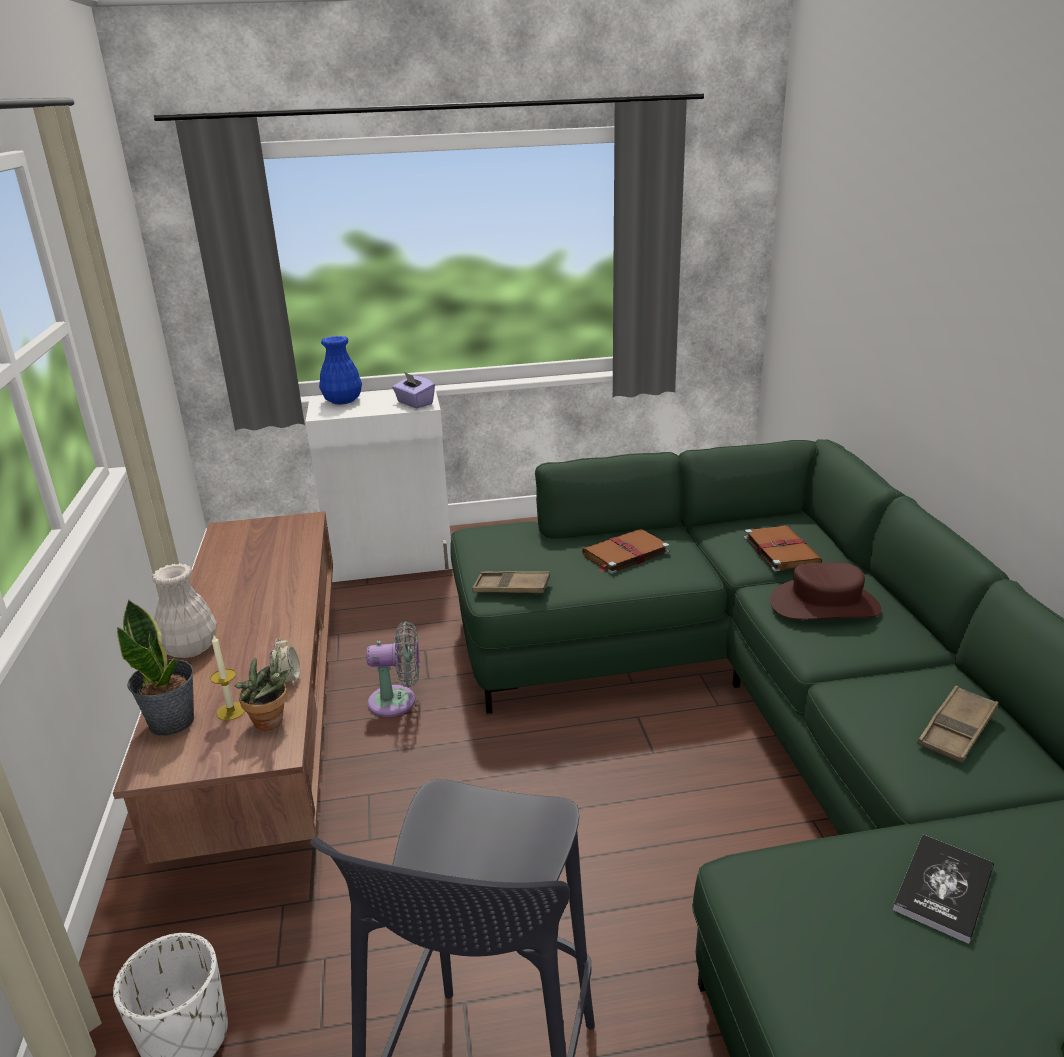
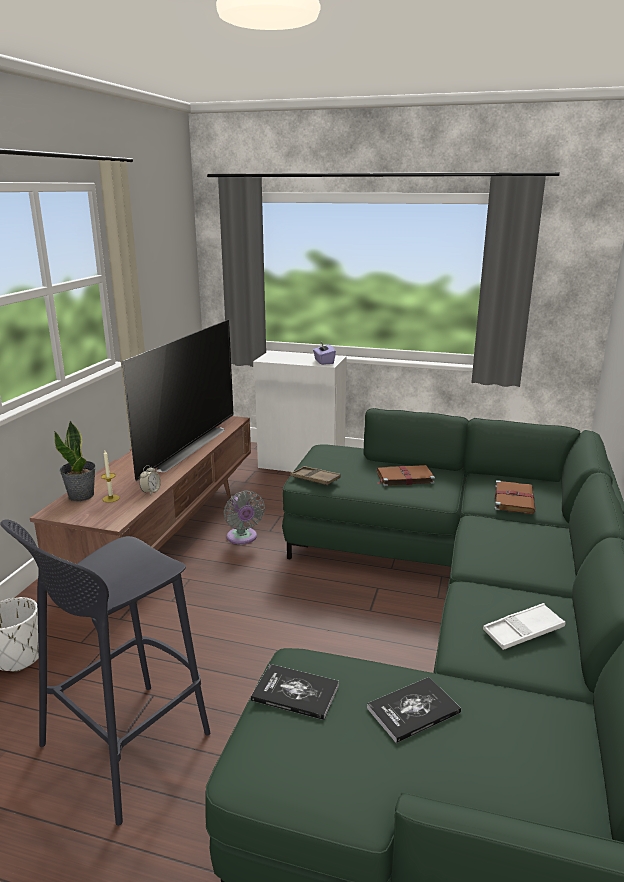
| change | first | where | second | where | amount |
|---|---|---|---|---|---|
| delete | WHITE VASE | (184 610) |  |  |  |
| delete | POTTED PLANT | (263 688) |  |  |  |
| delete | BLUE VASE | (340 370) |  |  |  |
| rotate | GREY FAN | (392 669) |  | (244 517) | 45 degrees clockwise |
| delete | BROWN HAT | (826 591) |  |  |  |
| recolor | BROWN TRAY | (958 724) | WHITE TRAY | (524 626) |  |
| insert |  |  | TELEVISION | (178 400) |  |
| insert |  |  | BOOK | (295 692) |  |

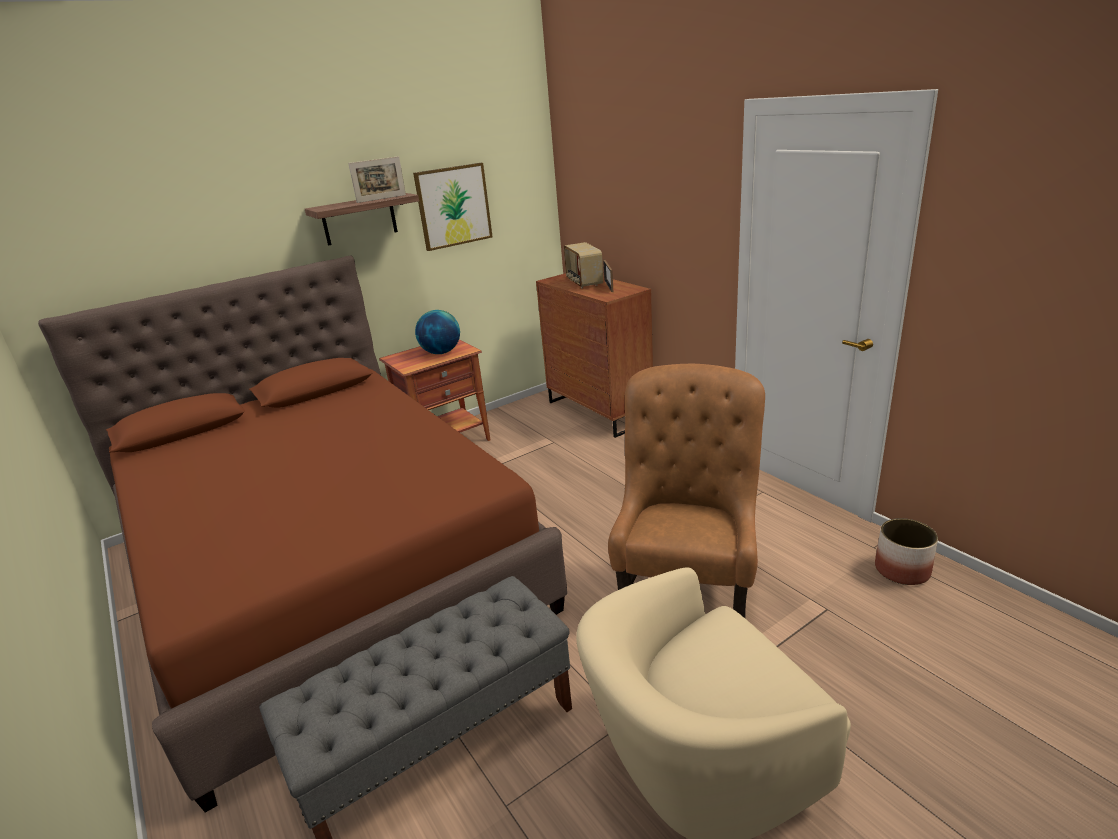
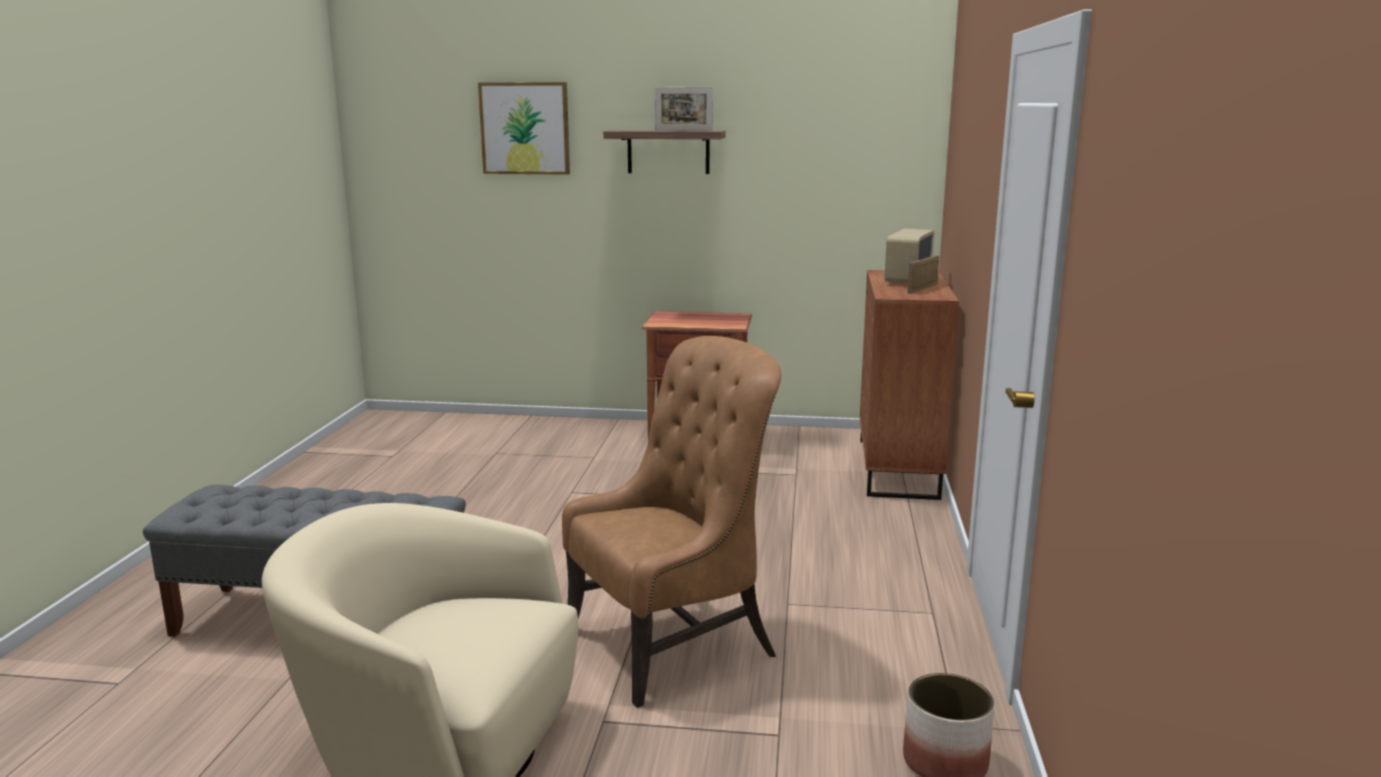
| change | first | where | second | where | amount |
|---|---|---|---|---|---|
| delete | BROWN BED | (302 534) |  |  |  |
| move | PICTURE | (453 207) |  | (524 128) |  |
| delete | GLOBE | (437 332) |  |  |  |

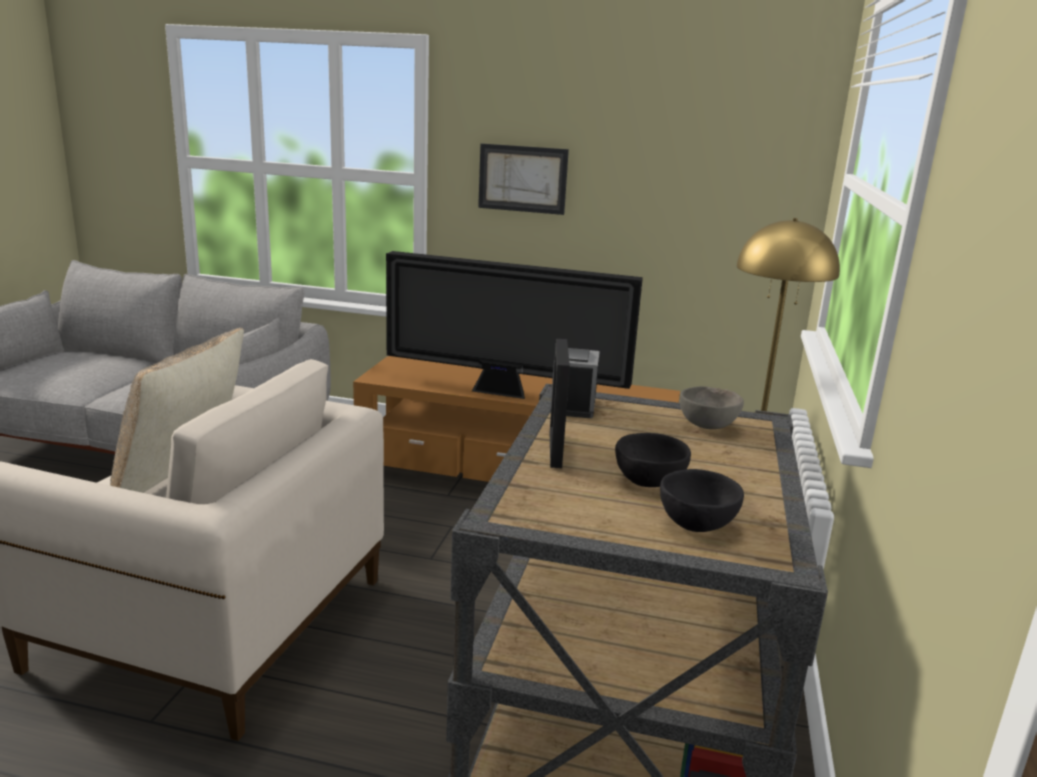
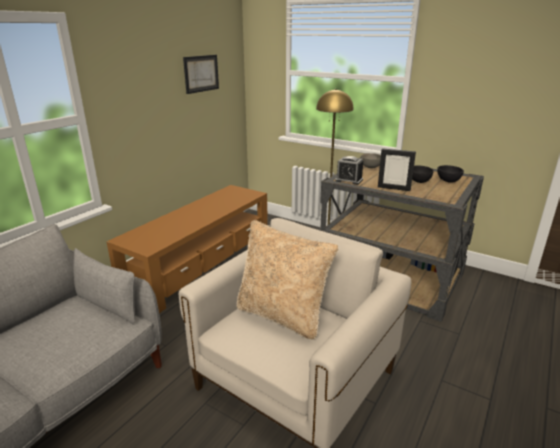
| change | first | where | second | where | amount |
|---|---|---|---|---|---|
| delete | TELEVISION | (514 325) |  |  |  |
| move | PICTURE | (523 179) |  | (201 74) |  |

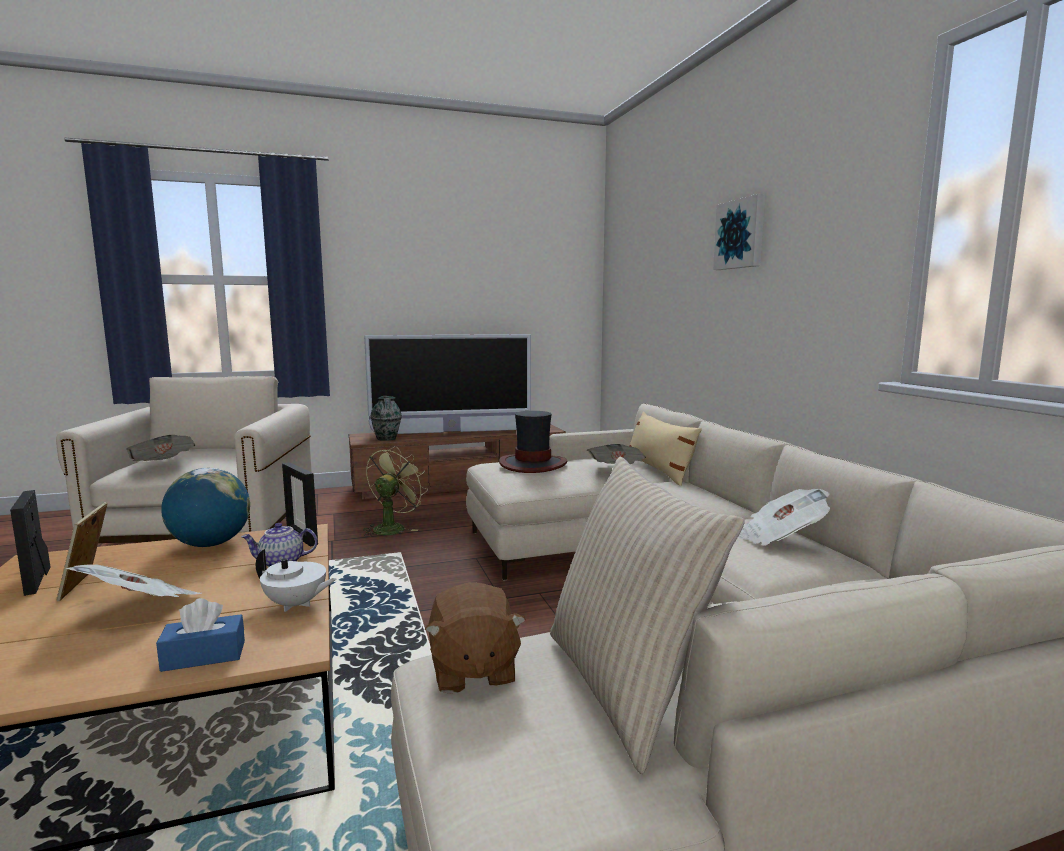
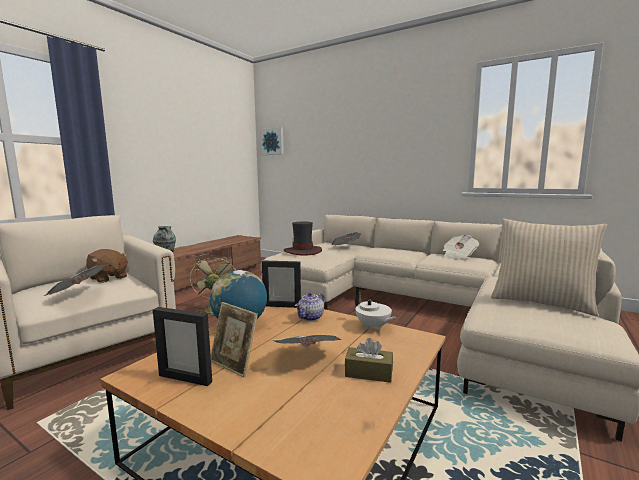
| change | first | where | second | where | amount |
|---|---|---|---|---|---|
| delete | BLUE TISSUE BOX | (200 635) |  |  |  |
| rotate | WHITE TEAPOT | (296 580) |  | (375 311) | 75 degrees clockwise |
| delete | TELEVISION | (447 384) |  |  |  |
| move | BROWN PLUSH TOY | (475 638) |  | (107 266) |  |
| delete | BEIGE PILLOW | (666 448) |  |  |  |
| move | PICTURE | (739 232) |  | (272 141) |  |
| insert |  |  | BROWN TISSUE BOX | (369 360) |  |

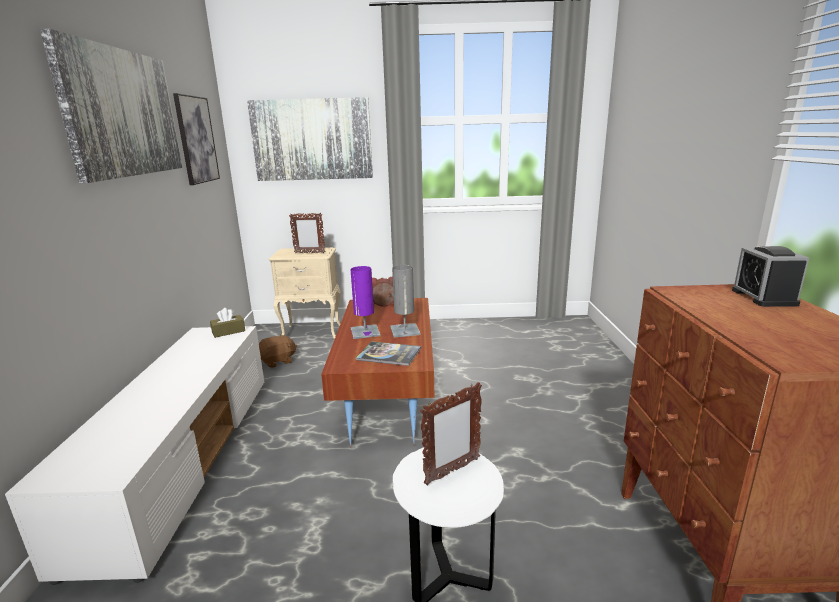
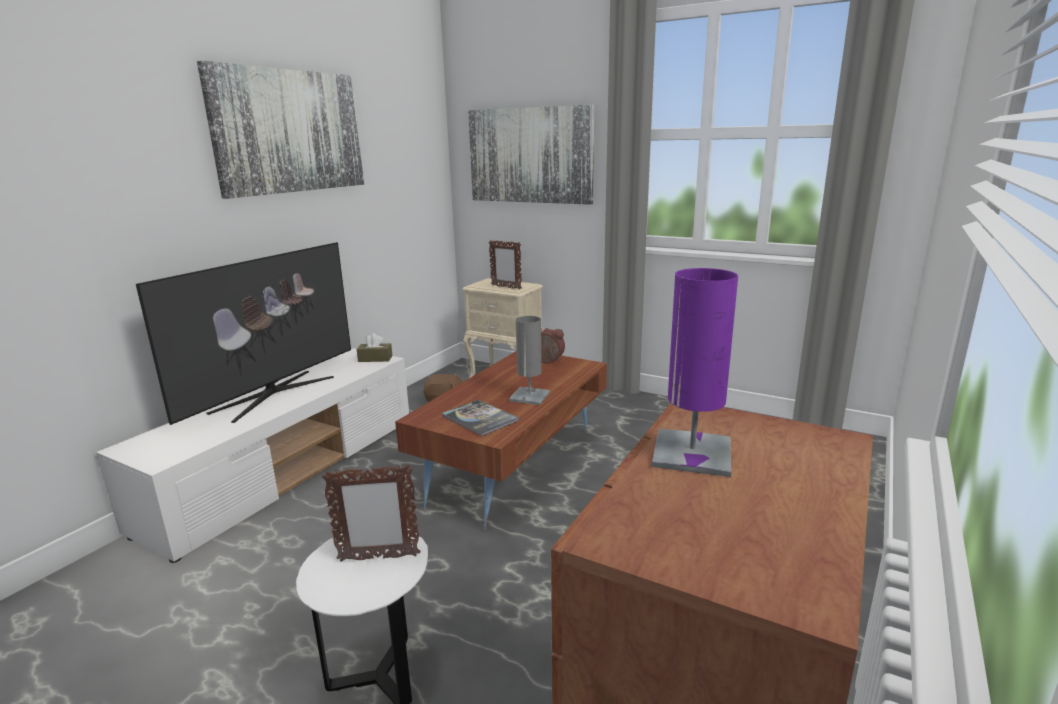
| change | first | where | second | where | amount |
|---|---|---|---|---|---|
| delete | PICTURE | (196 139) |  |  |  |
| move | PURPLE TABLE LAMP | (365 302) |  | (695 372) |  |
| delete | ALARM CLOCK | (770 276) |  |  |  |
| insert |  |  | TELEVISION | (243 333) |  |

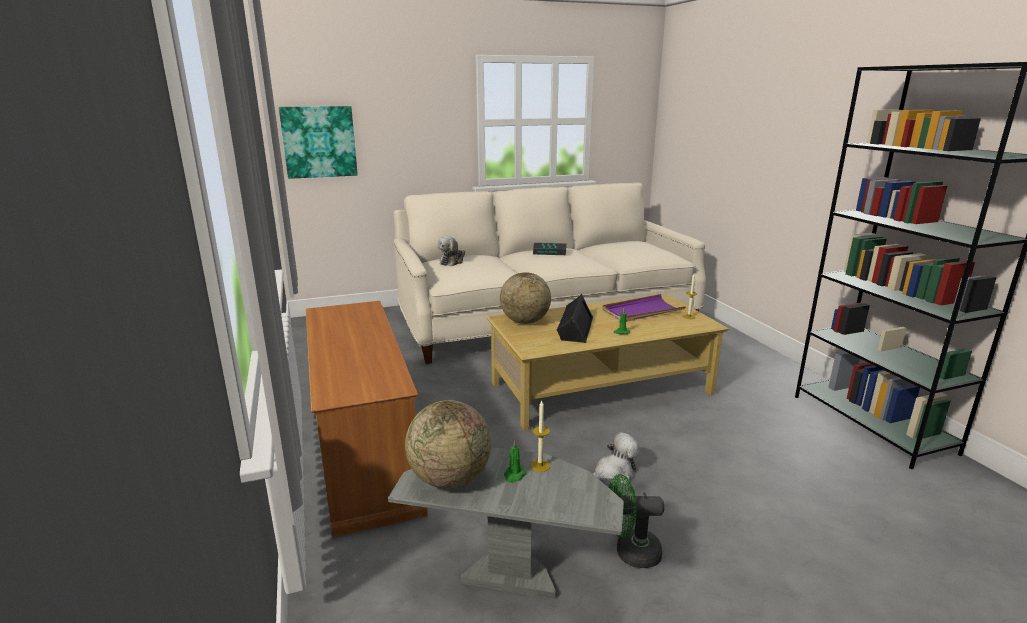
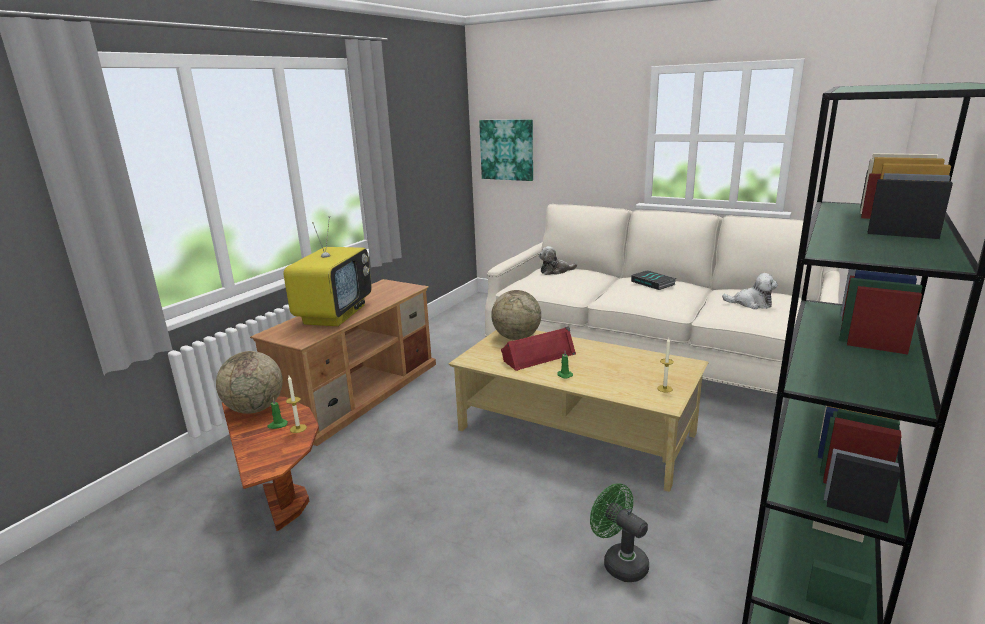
| change | first | where | second | where | amount |
|---|---|---|---|---|---|
| recolor | GREY SIDE TABLE | (506 523) | BROWN SIDE TABLE | (270 463) |  |
| recolor | BLACK SPEAKER | (575 318) | RED SPEAKER | (538 349) |  |
| move | PLUSH TOY | (615 458) |  | (750 291) |  |
| delete | PURPLE TRAY | (644 308) |  |  |  |
| move | GREEN FAN | (636 521) |  | (619 532) |  |
| insert |  |  | TELEVISION | (327 271) |  |

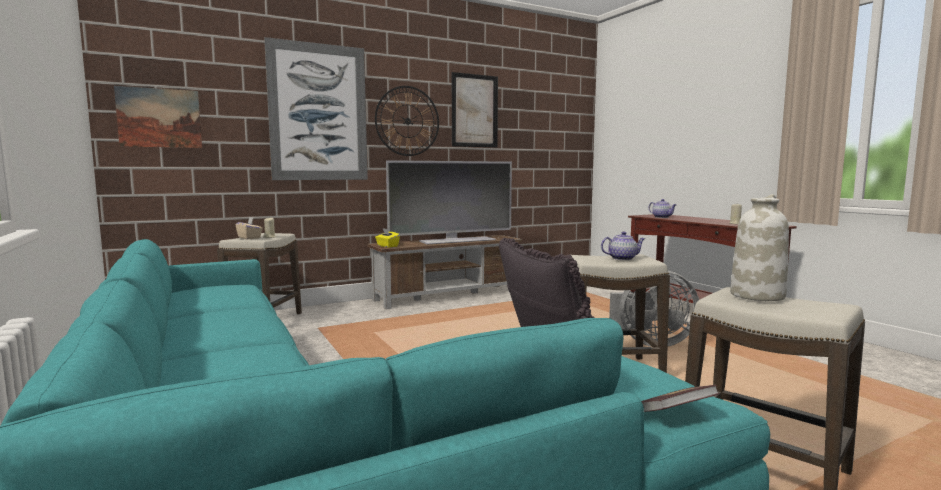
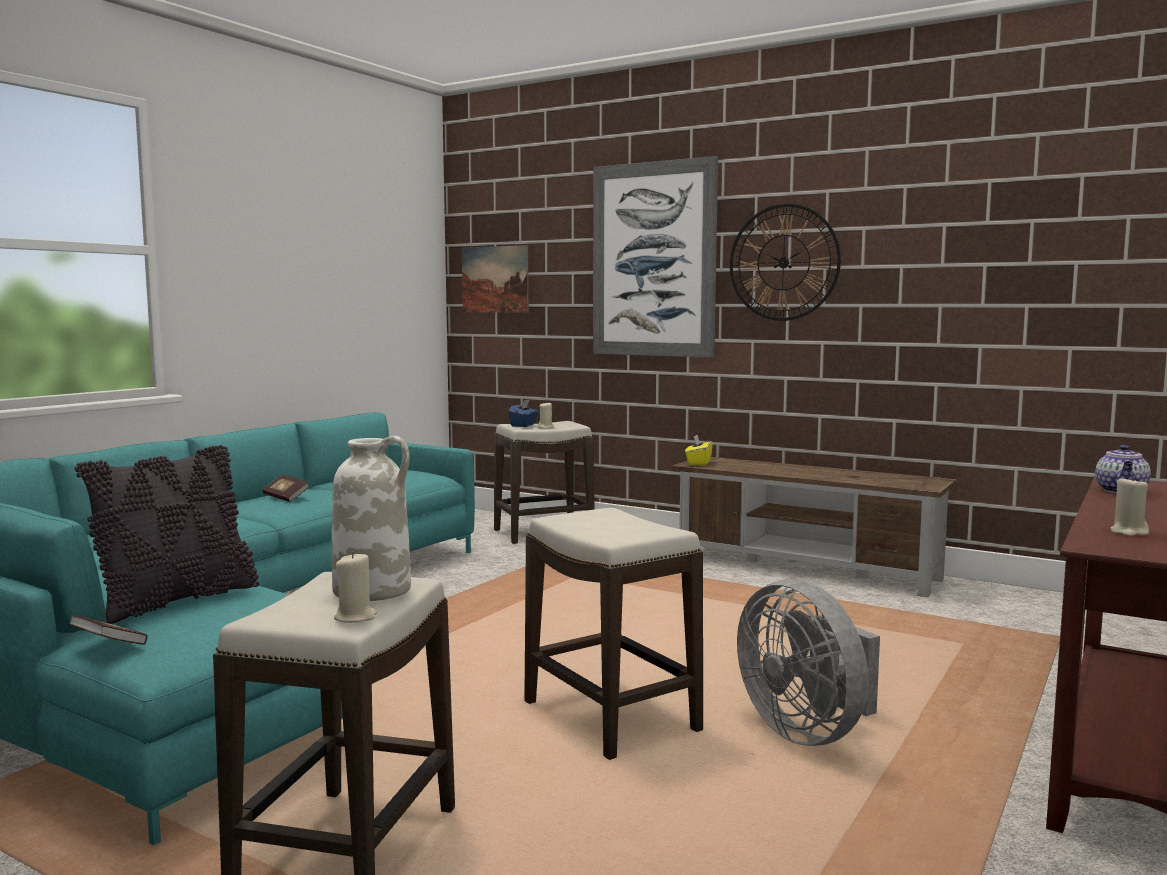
| change | first | where | second | where | amount |
|---|---|---|---|---|---|
| recolor | BEIGE TISSUE BOX | (249 228) | BLUE TISSUE BOX | (523 413) |  |
| delete | TELEVISION | (449 202) |  |  |  |
| delete | PICTURE | (475 110) |  |  |  |
| delete | TEAPOT | (623 245) |  |  |  |
| insert |  |  | BOOK | (285 488) |  |
| insert |  |  | BEIGE CANDLE | (355 587) |  |

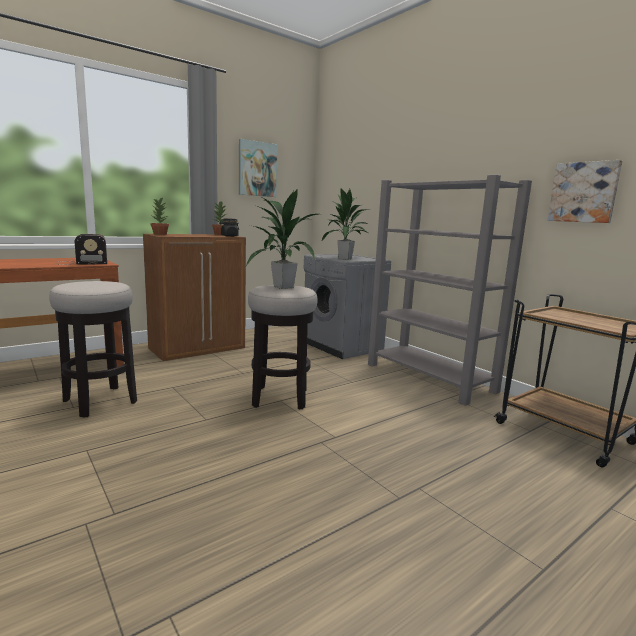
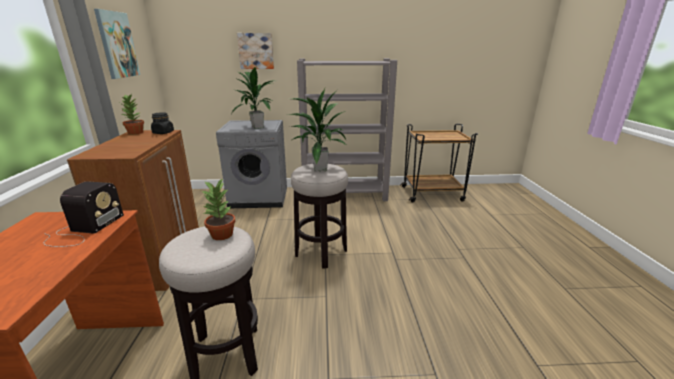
| change | first | where | second | where | amount |
|---|---|---|---|---|---|
| move | POTTED PLANT | (159 216) |  | (218 209) |  |
| move | PICTURE | (585 191) |  | (255 51) |  |

